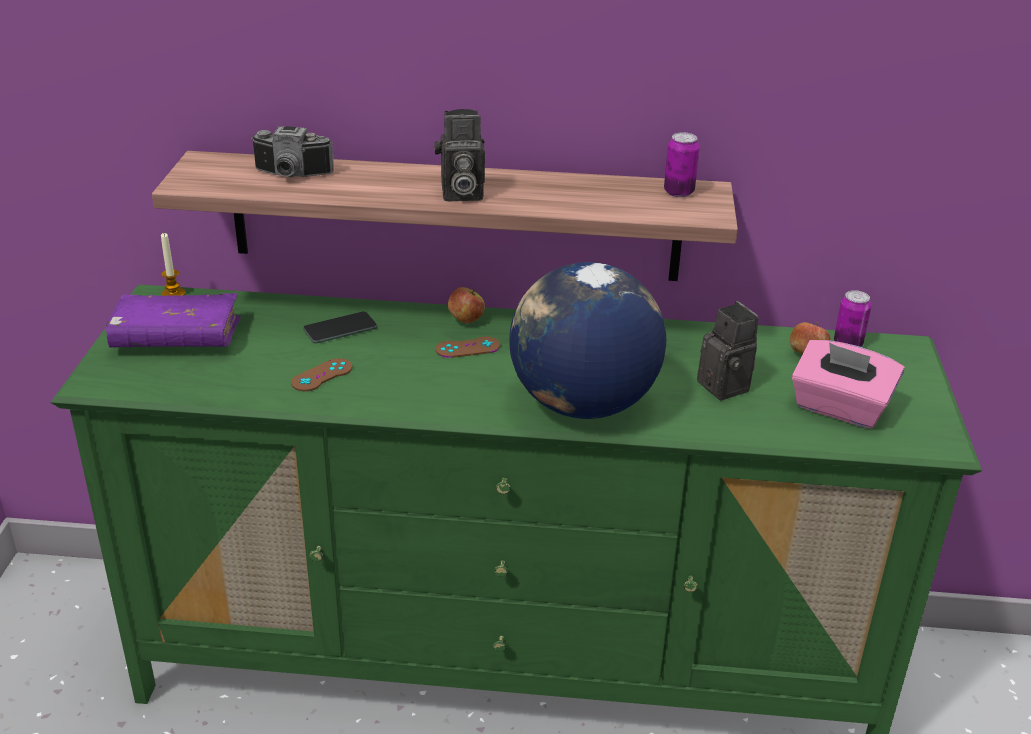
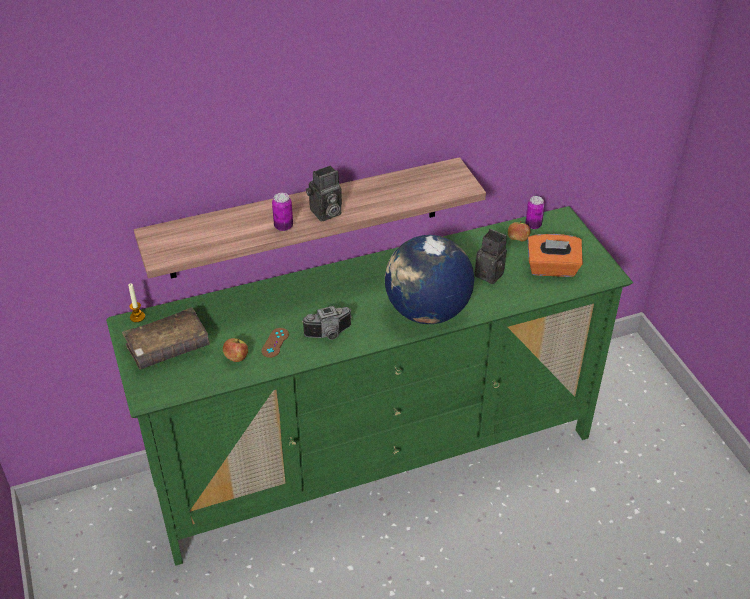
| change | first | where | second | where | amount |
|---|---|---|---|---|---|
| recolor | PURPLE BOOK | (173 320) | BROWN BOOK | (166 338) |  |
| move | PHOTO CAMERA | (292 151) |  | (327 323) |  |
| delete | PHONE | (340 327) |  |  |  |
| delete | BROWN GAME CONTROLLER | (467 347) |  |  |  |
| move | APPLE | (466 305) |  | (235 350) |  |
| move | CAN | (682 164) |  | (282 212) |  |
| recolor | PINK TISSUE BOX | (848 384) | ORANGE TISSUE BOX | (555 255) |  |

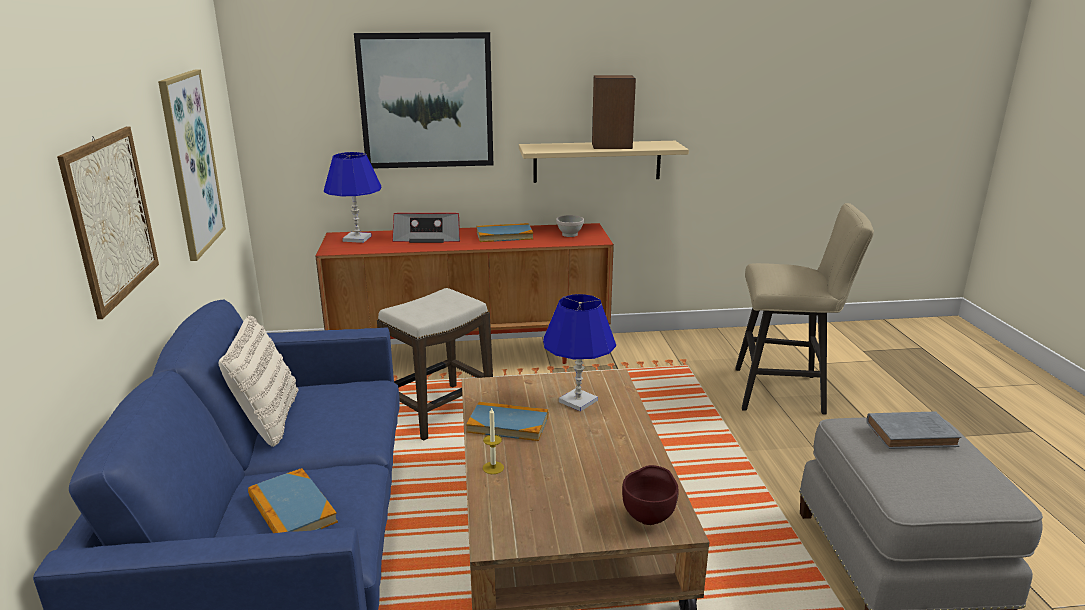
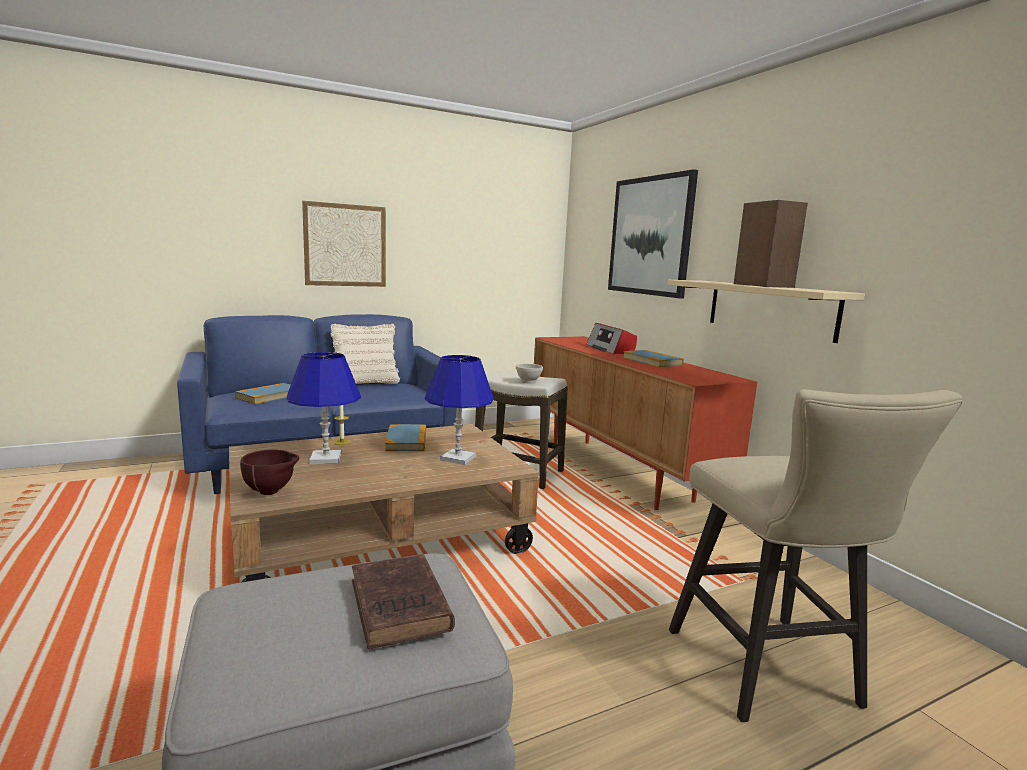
| change | first | where | second | where | amount |
|---|---|---|---|---|---|
| delete | PICTURE | (192 165) |  |  |  |
| move | BLUE TABLE LAMP | (352 197) |  | (324 408) |  |
| move | WHITE BOWL | (570 226) |  | (529 373) |  |
| recolor | GREY BOOK | (914 430) | BROWN BOOK | (403 601) |  |

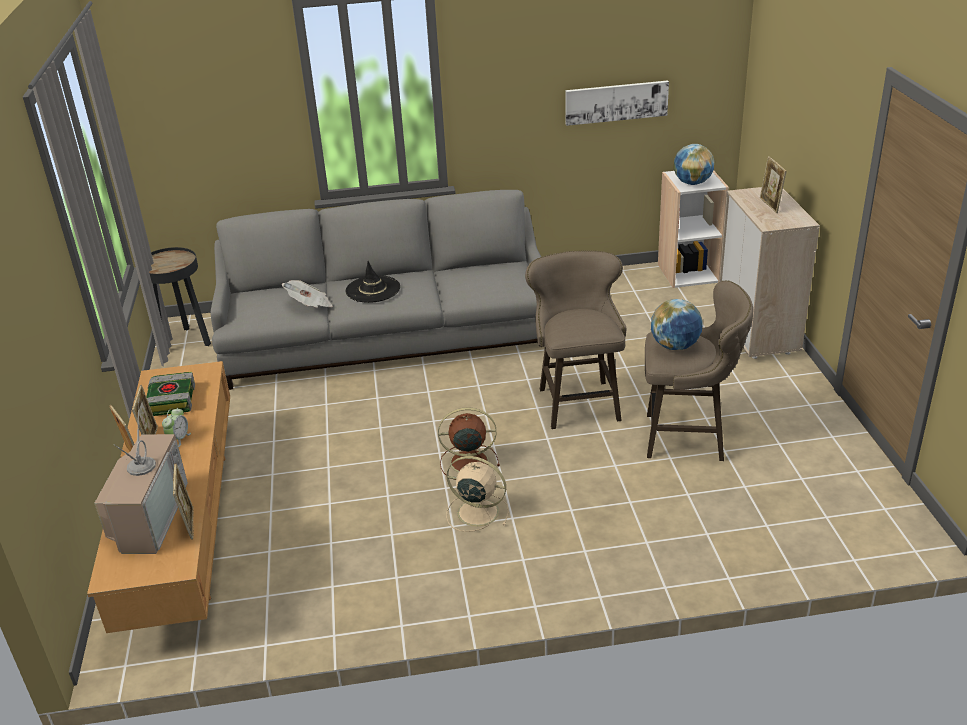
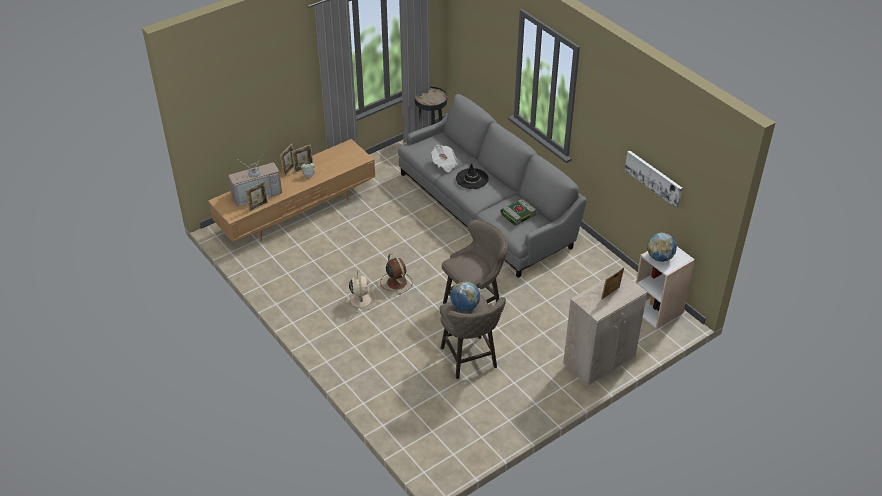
| change | first | where | second | where | amount |
|---|---|---|---|---|---|
| move | BOOK | (170 394) |  | (519 212) |  |

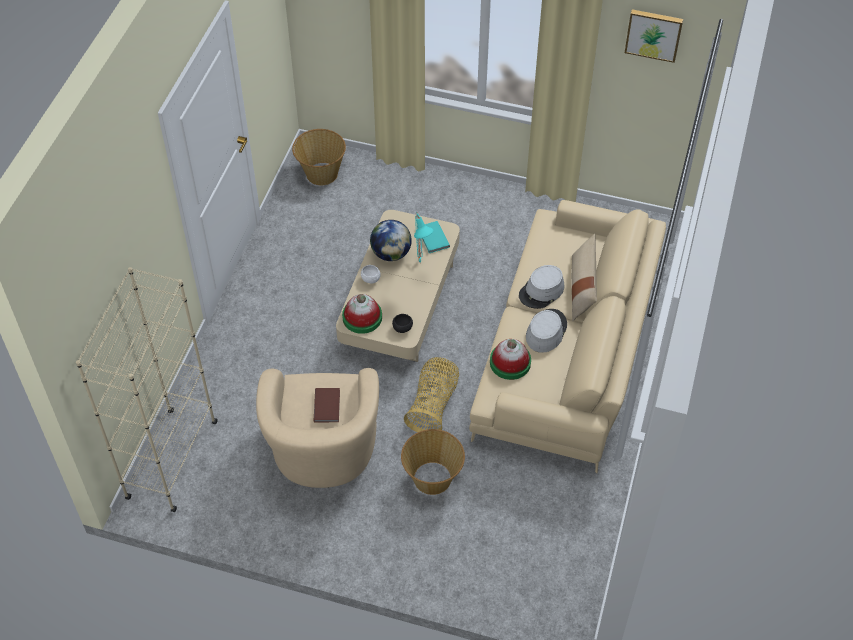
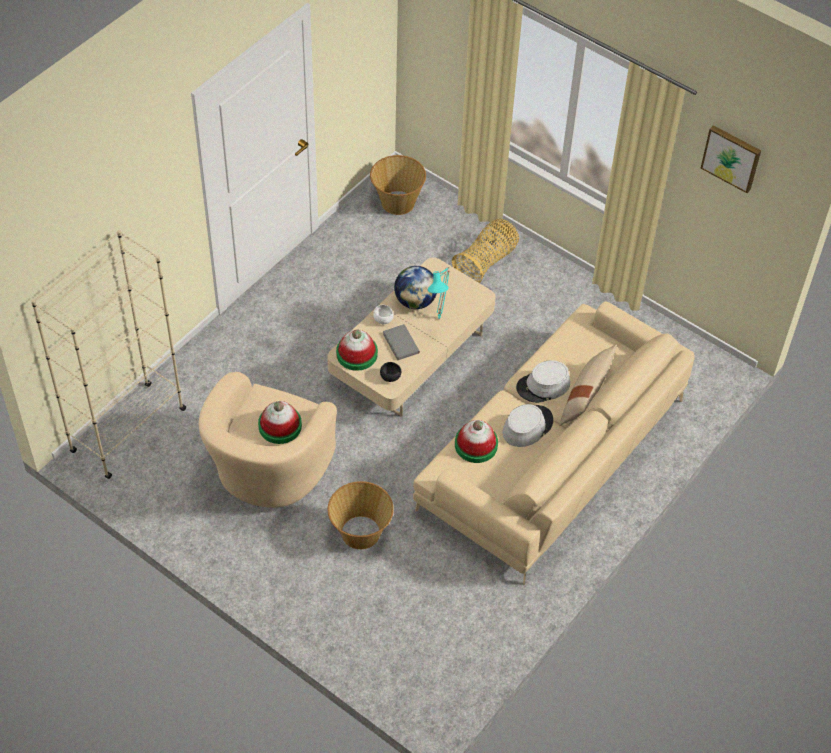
| change | first | where | second | where | amount |
|---|---|---|---|---|---|
| replace | BROWN BOOK | (327 405) | HAT | (280 422) |  |
| move | BASKET | (431 394) |  | (485 251) |  |
| delete | TURQUOISE BOOK | (436 237) |  |  |  |
| insert |  |  | GREY BOOK | (401 342) |  |

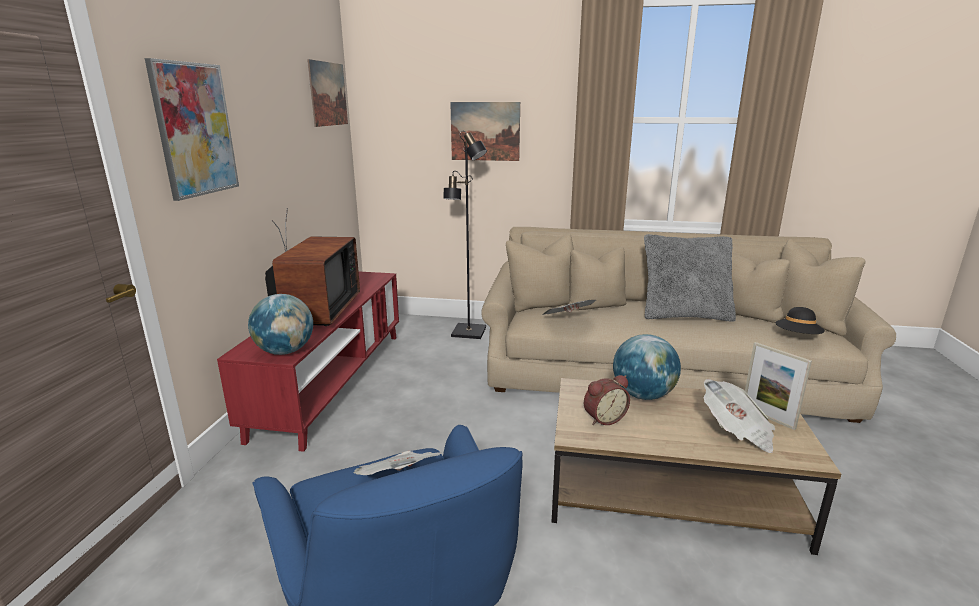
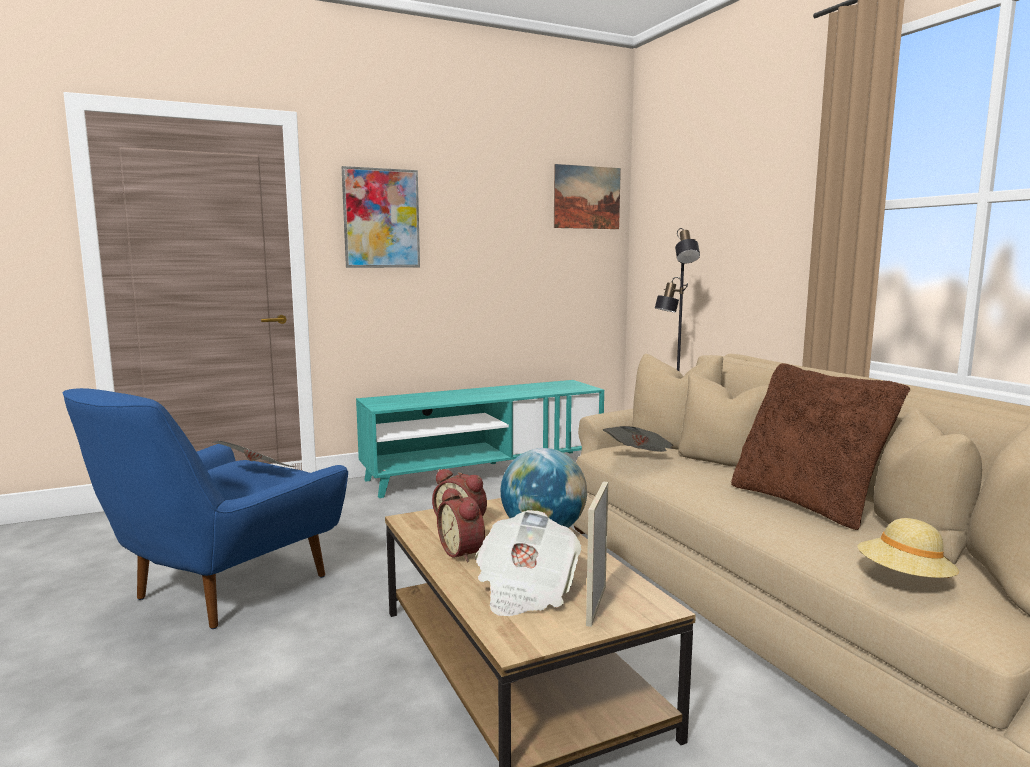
| change | first | where | second | where | amount |
|---|---|---|---|---|---|
| recolor | RED TV STAND | (308 362) | TURQUOISE TV STAND | (480 439) |  |
| delete | GLOBE | (280 324) |  |  |  |
| delete | TELEVISION | (312 267) |  |  |  |
| delete | PICTURE | (485 131) |  |  |  |
| recolor | GREY PILLOW | (690 278) | BROWN PILLOW | (820 446) |  |
| recolor | BLACK HAT | (800 320) | BEIGE HAT | (908 548) |  |
| insert |  |  | ALARM CLOCK | (461 524) |  |

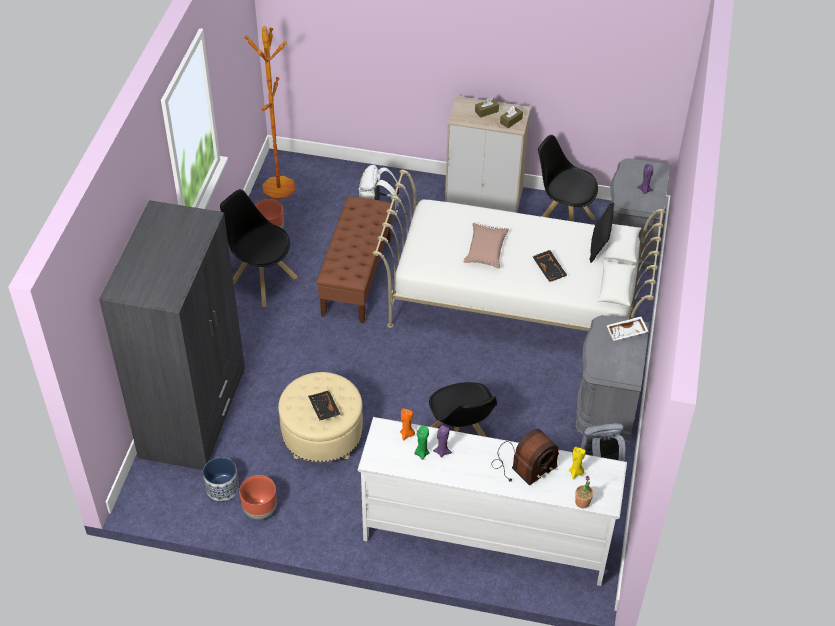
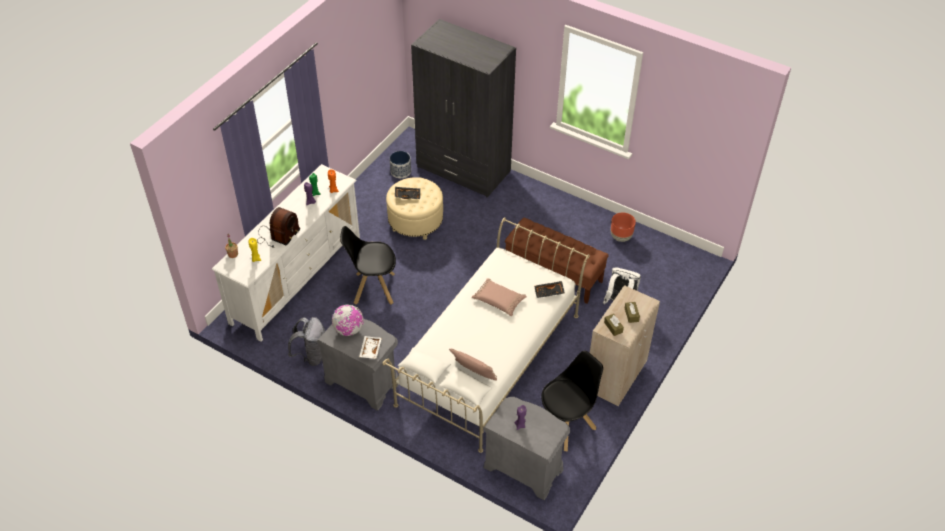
| change | first | where | second | where | amount |
|---|---|---|---|---|---|
| delete | BLACK CHAIR | (259 248) |  |  |  |
| delete | BROWN PLANTER | (258 497) |  |  |  |
| delete | ORANGE CLOTHES RACK | (269 112) |  |  |  |
| rotate | RADIO | (525 457) |  | (279 227) | 135 degrees counterclockwise |
| move | BLACK TRAY | (549 266) |  | (549 289) |  |
| recolor | BLACK PILLOW | (601 232) | BEIGE PILLOW | (473 365) |  |
| insert |  |  | GLOBE | (348 320) |  |

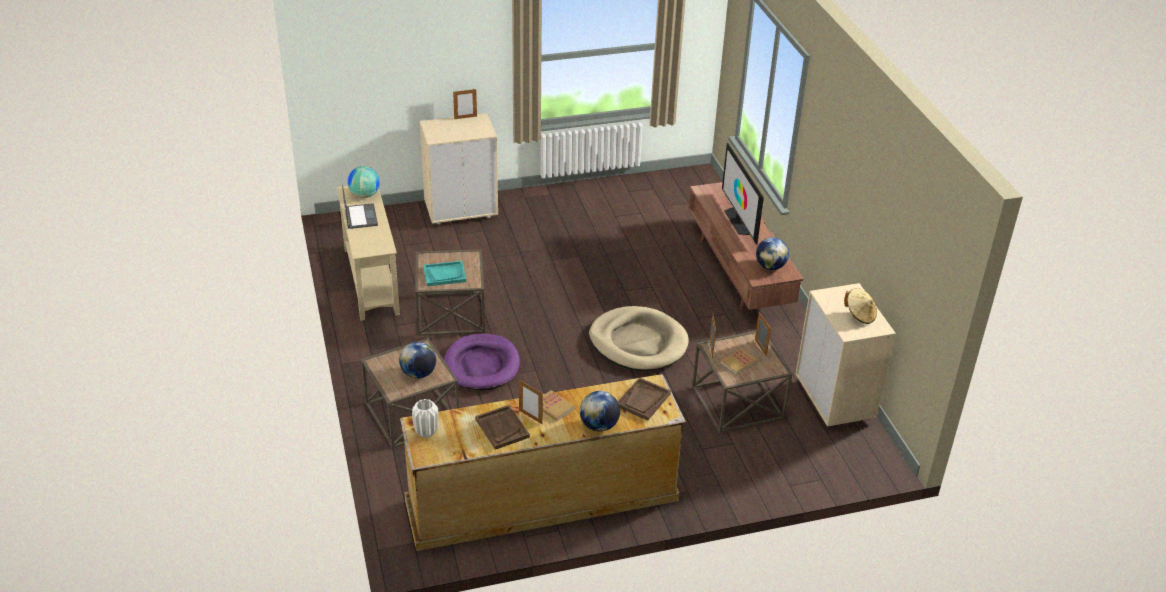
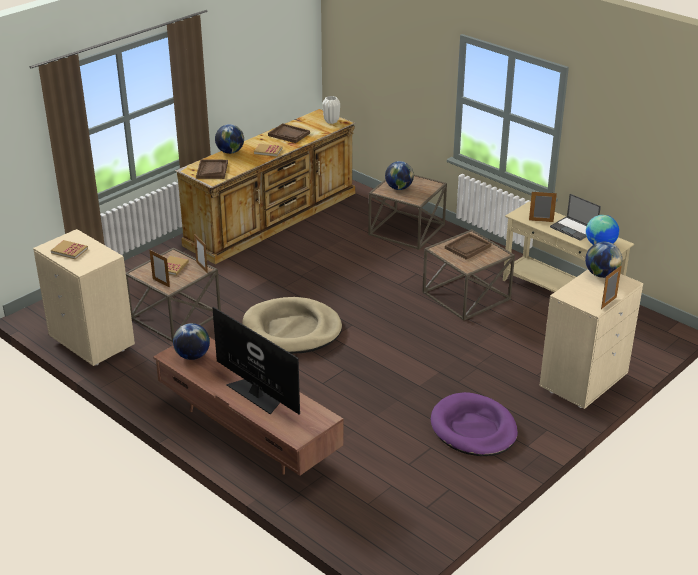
| change | first | where | second | where | amount |
|---|---|---|---|---|---|
| recolor | TURQUOISE TRAY | (444 273) | BROWN TRAY | (468 246) |  |
| move | PURPLE DOG BED | (482 362) |  | (474 424) |  |
| move | PICTURE FRAME | (531 402) |  | (543 207) |  |
| replace | BEIGE HAT | (860 306) | BOOK | (69 249) |  |
| insert |  |  | GLOBE | (603 260) |  |

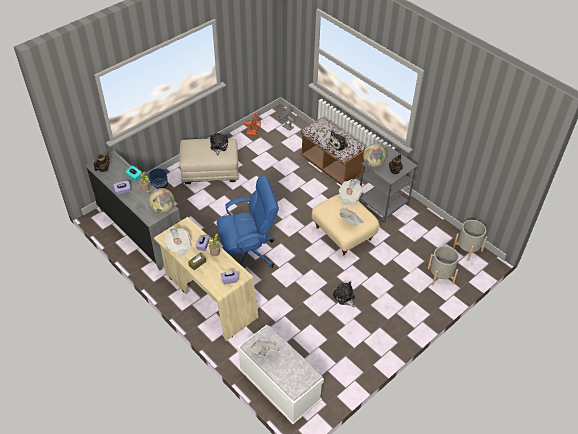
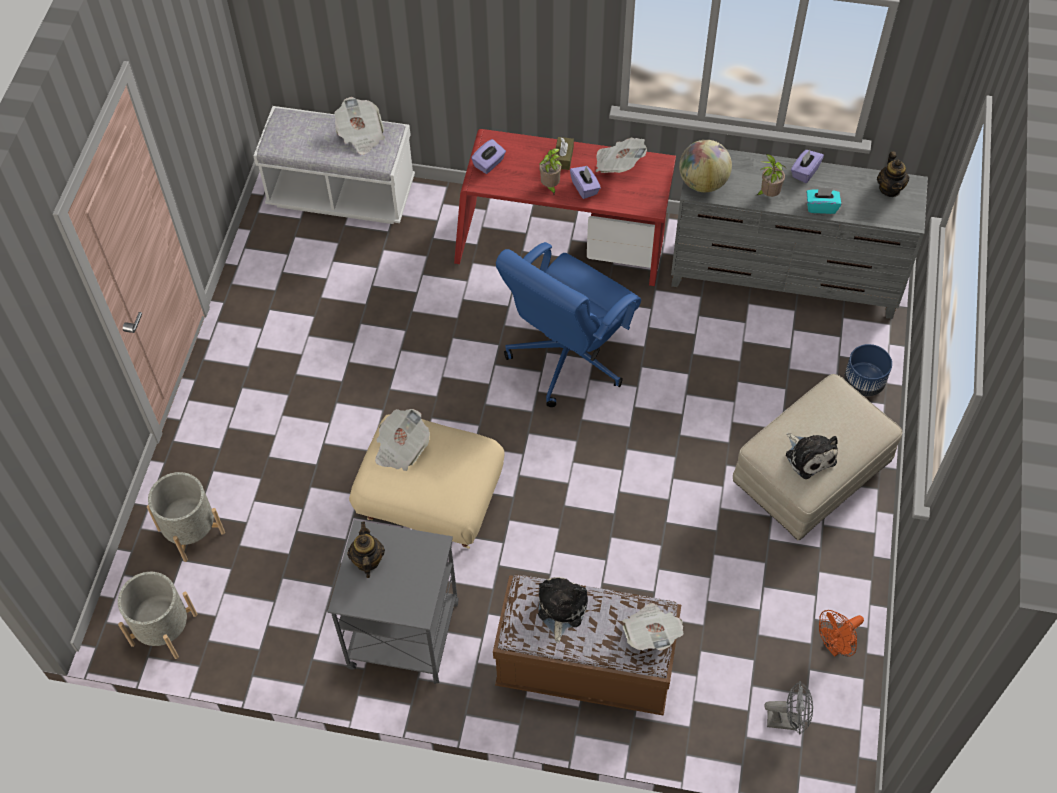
| change | first | where | second | where | amount |
|---|---|---|---|---|---|
| recolor | BEIGE DESK | (206 279) | RED DESK | (565 207) |  |
| delete | PLUSH TOY | (344 294) |  |  |  |
| move | NEWSPAPER | (350 192) |  | (653 627) |  |
| delete | GLOBE | (375 155) |  |  |  |

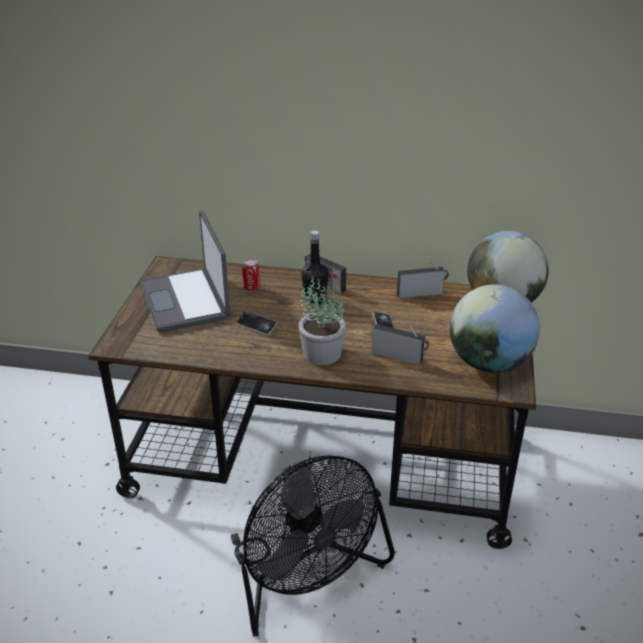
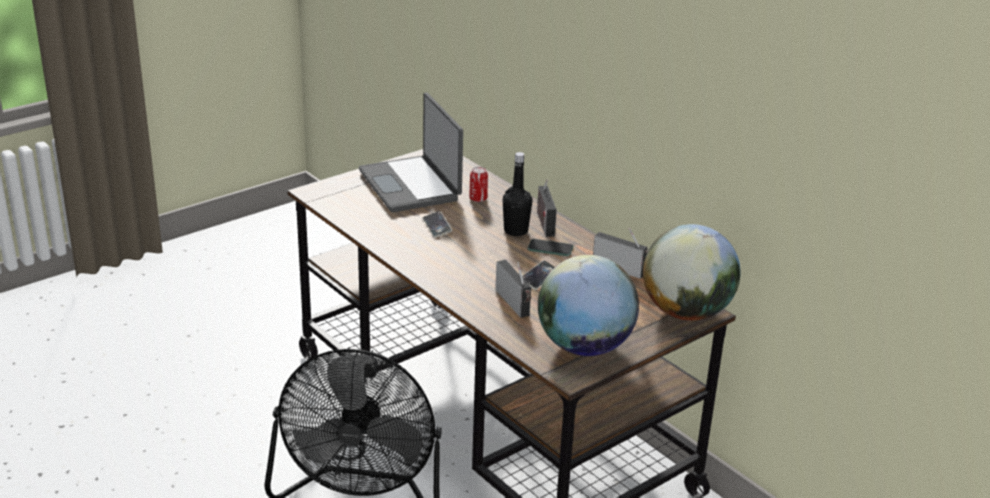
| change | first | where | second | where | amount |
|---|---|---|---|---|---|
| rotate | LAPTOP | (185 272) |  | (411 152) | 45 degrees counterclockwise |
| delete | POTTED PLANT | (322 320) |  |  |  |
| insert |  |  | PHONE | (550 247) |  |

